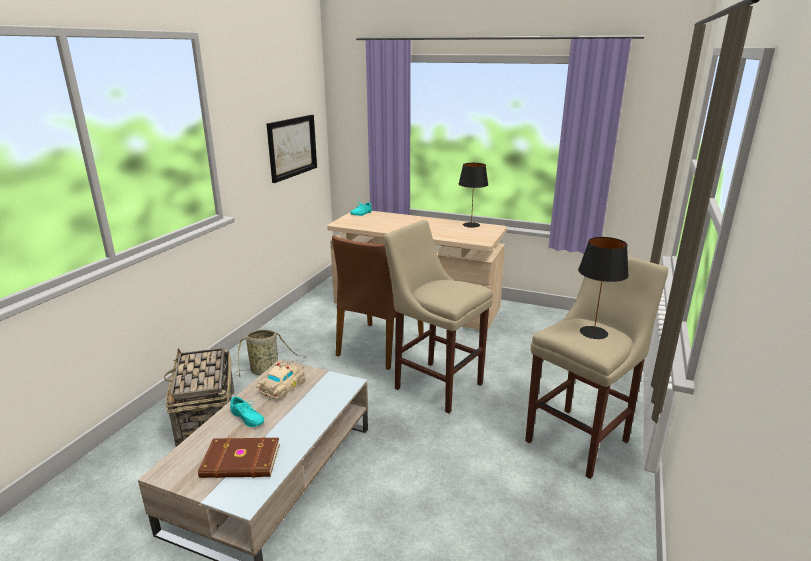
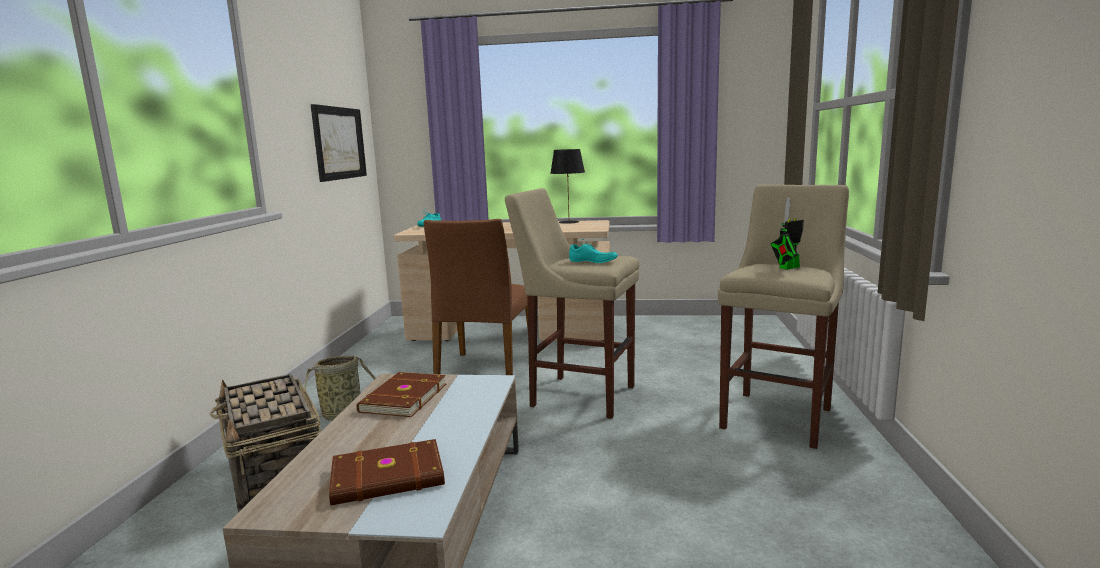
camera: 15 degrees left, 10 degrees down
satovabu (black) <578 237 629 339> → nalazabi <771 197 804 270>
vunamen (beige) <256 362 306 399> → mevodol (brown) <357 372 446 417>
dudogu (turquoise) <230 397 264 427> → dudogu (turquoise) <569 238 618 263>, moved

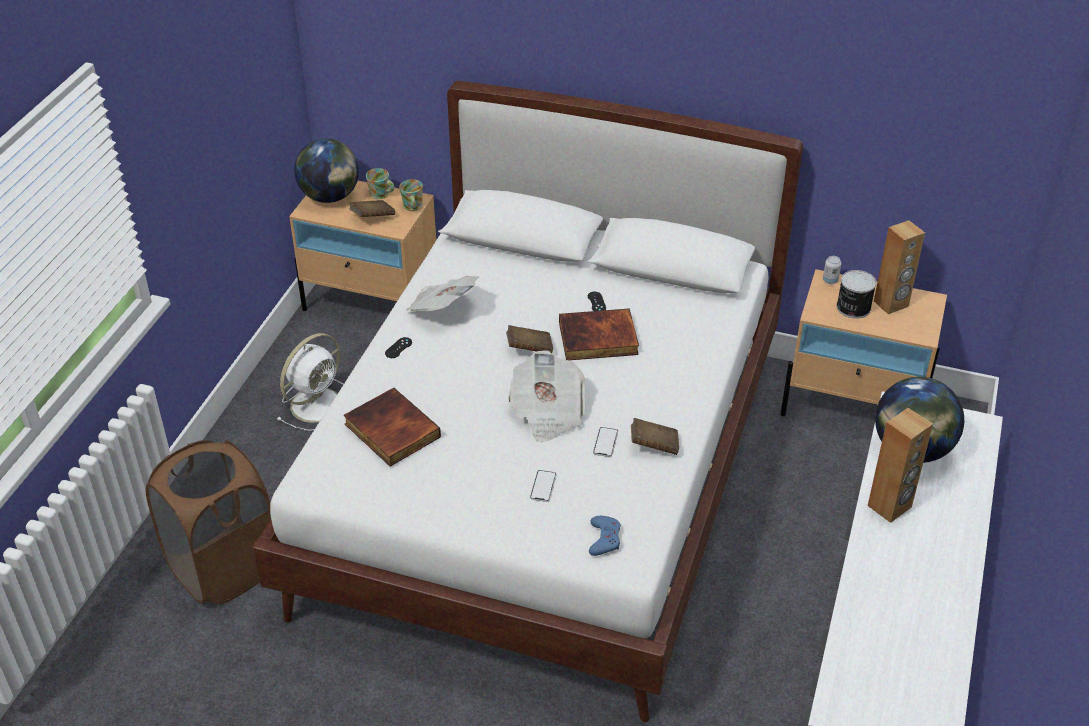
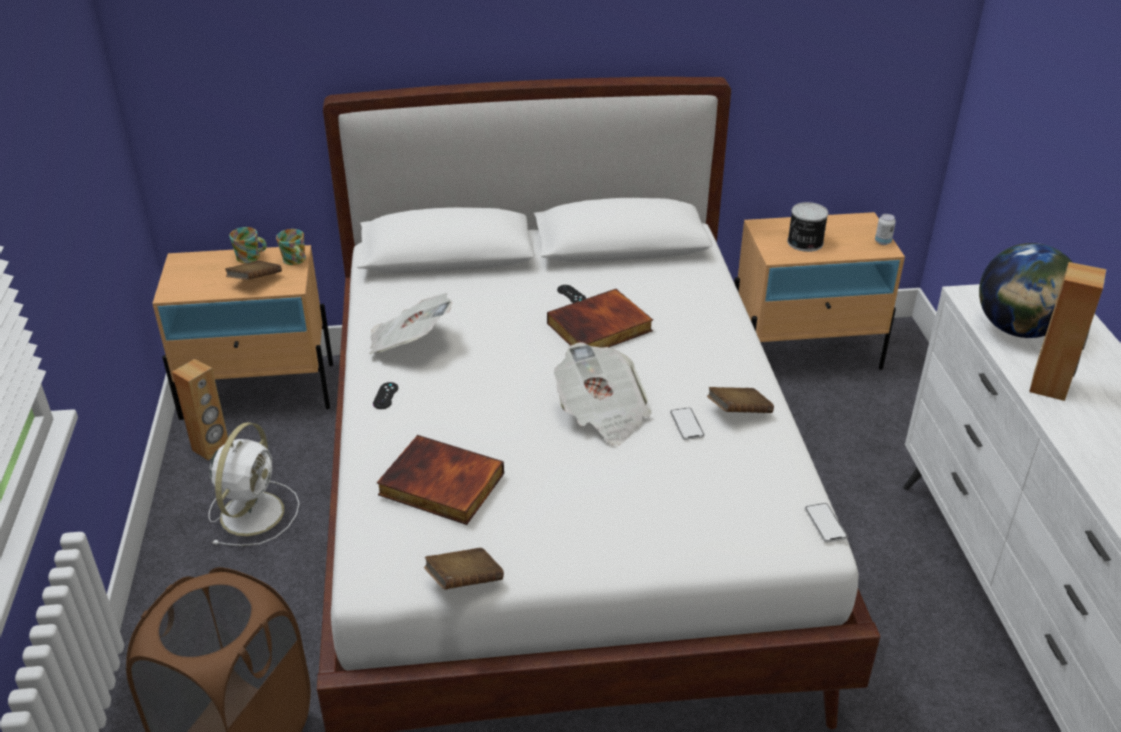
camera: 25 degrees left, 5 degrees down
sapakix <294 139 359 203> → -
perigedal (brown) <874 220 925 314> → perigedal (brown) <172 359 228 460>, moved
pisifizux <823 256 841 284> → pisifizux <875 214 896 245>, moved
mevodol (brown) <506 325 553 353> → mevodol (brown) <424 548 504 590>, moved
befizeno <530 470 557 502> → befizeno <805 503 848 543>, moved
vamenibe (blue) <589 516 621 556> → -

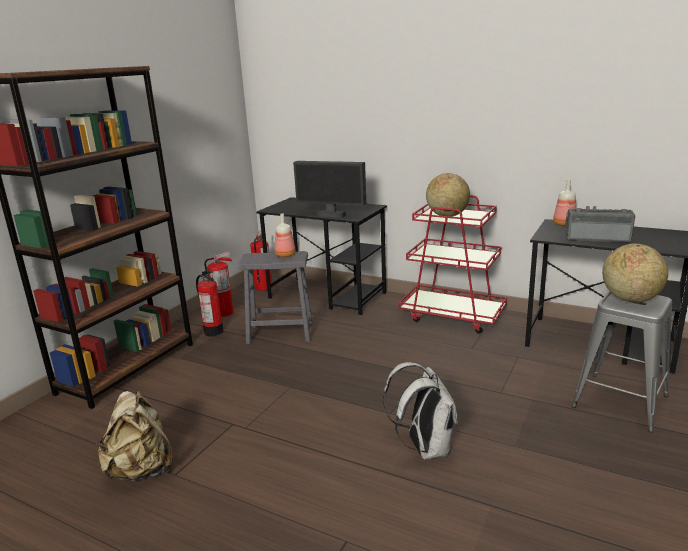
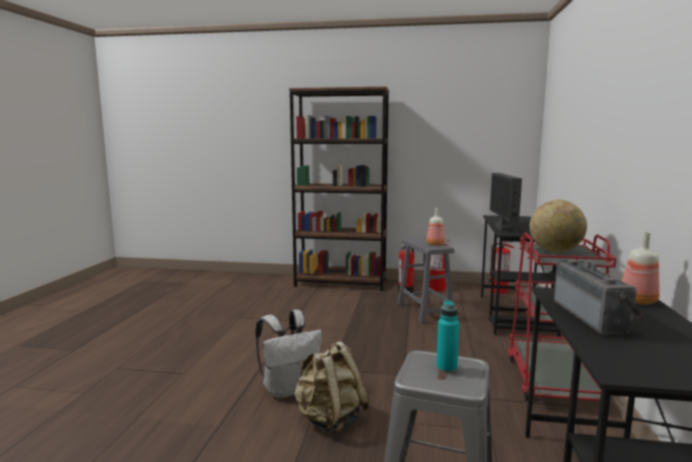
camera: 70 degrees right, 10 degrees down
sapakix <602 244 668 303> → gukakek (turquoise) <436 300 459 373>
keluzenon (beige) <96 391 173 481> → keluzenon (beige) <293 341 370 435>, moved

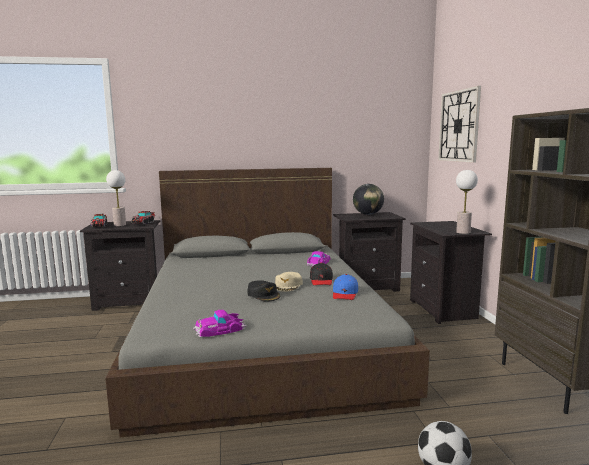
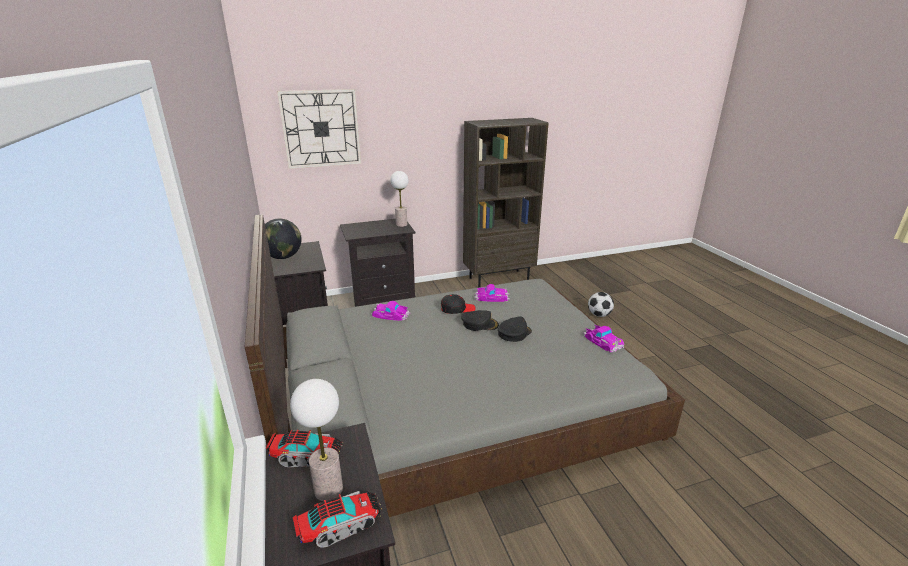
camera: 100 degrees left, 15 degrees up
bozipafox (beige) <275 272 303 292> → bozipafox (black) <461 310 499 331>
bozipafox (blue) <333 274 358 300> → vunamen <474 284 510 302>

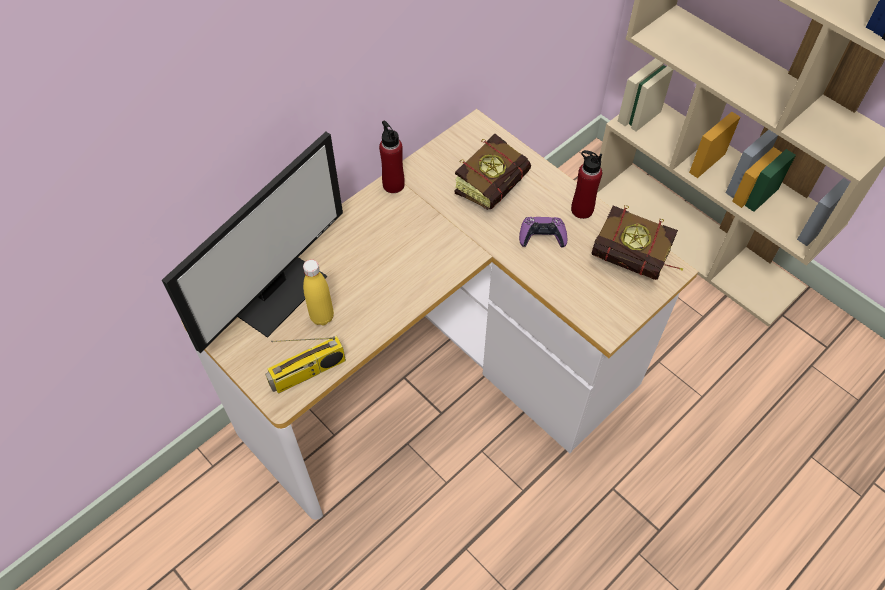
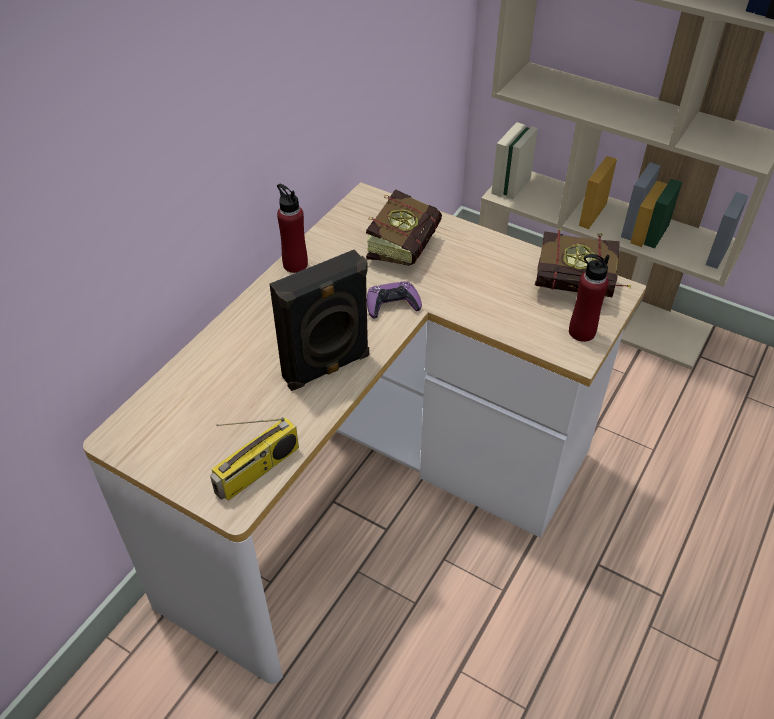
camera: 15 degrees left, 10 degrees down
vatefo <162 132 343 353> → -
gukakek (red) <571 150 602 219> → gukakek (red) <569 254 610 342>, moved
vamenibe (purple) <519 217 567 247> → vamenibe (purple) <367 281 422 318>, moved
gukakek (yellow) <303 259 334 326> → -
- → perigedal (black) <270 250 369 391>

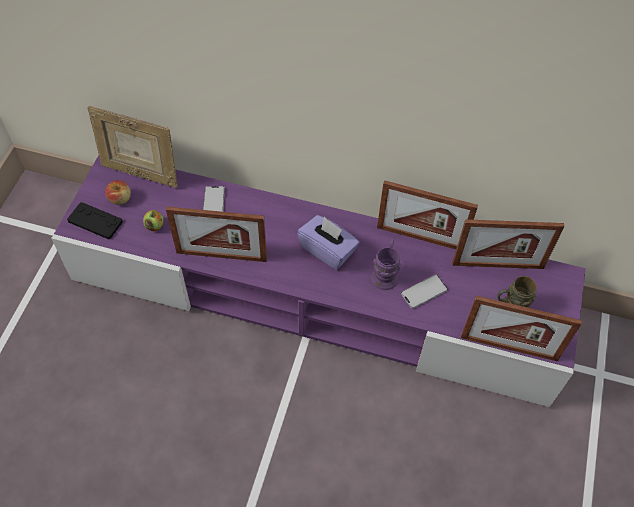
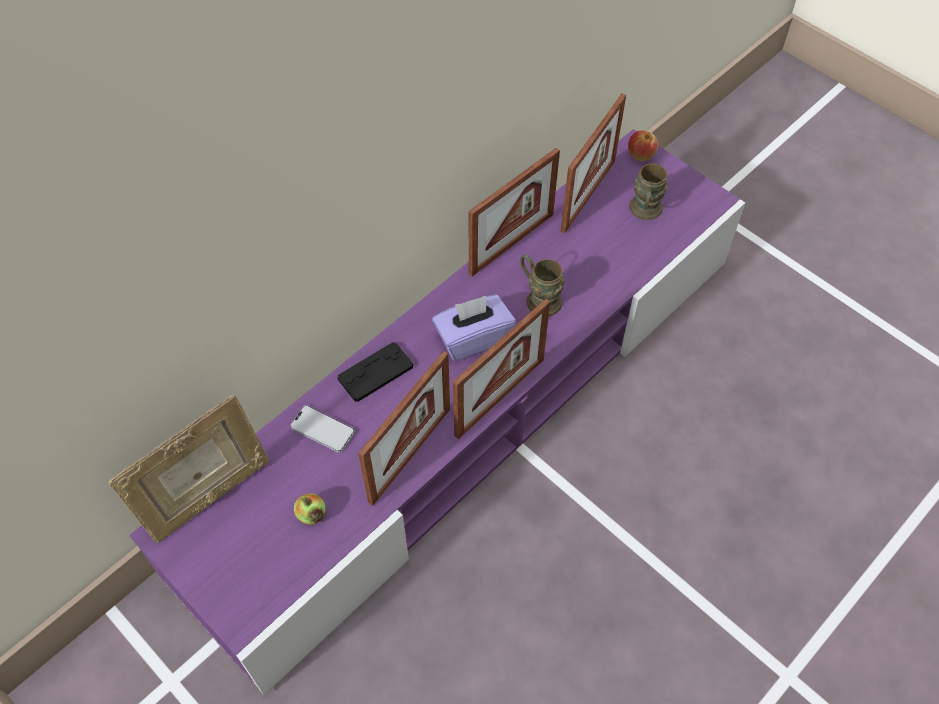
camera: 60 degrees left, 0 degrees up
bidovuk <105 180 131 205> → bidovuk <628 130 658 161>, moved
vamenibe (black) <67 202 123 239> → vamenibe (black) <337 342 413 402>, moved
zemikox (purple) <371 237 401 290> → zemikox (brown) <520 254 565 316>
befizeno <401 275 448 309> → -
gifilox <461 296 582 361> → gifilox <453 299 550 439>, moved

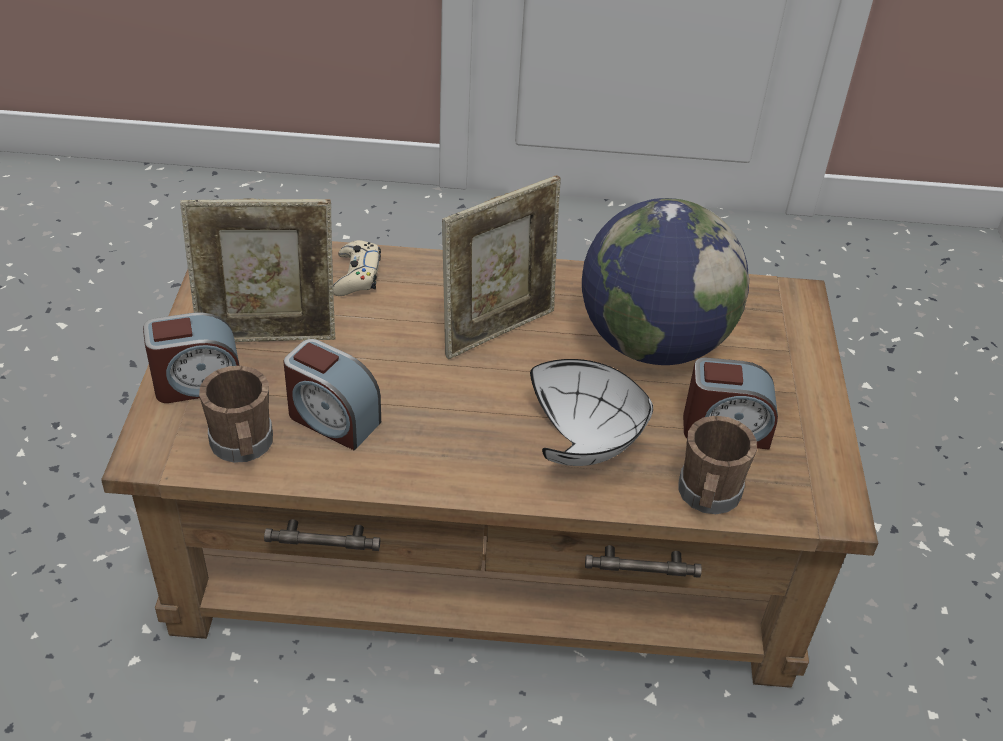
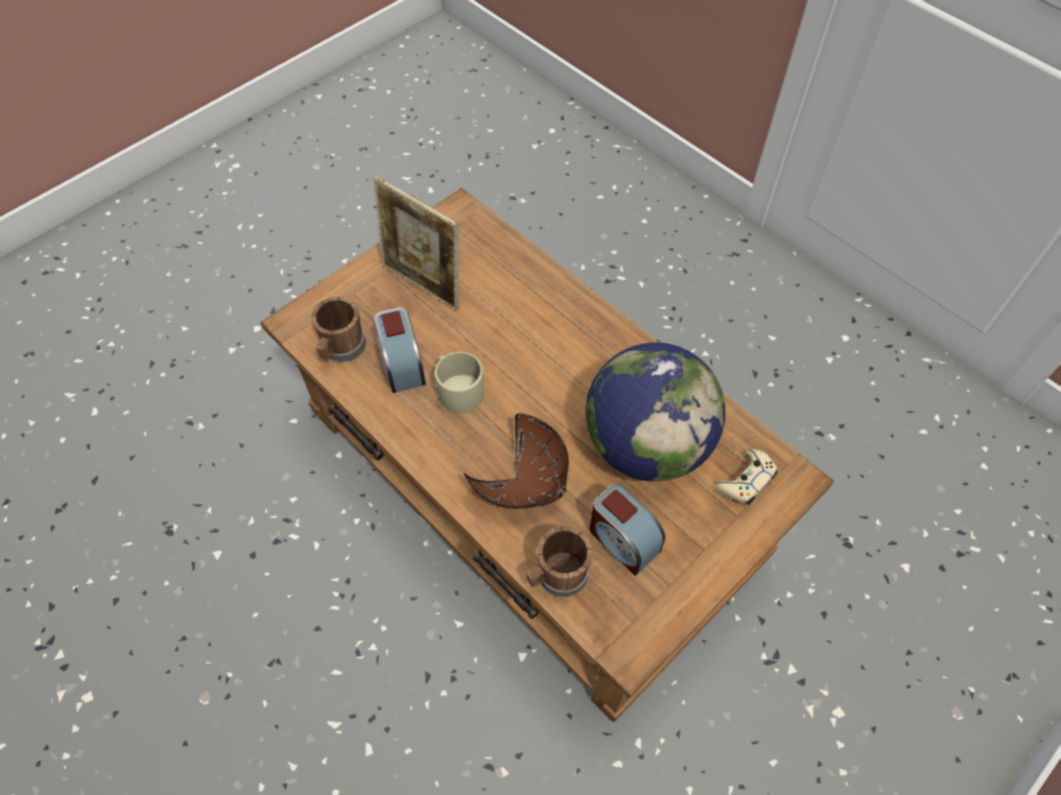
camera: 45 degrees right, 15 degrees up
gifilox <442 175 561 359> → -
vamenibe (beige) <333 240 381 296> → vamenibe (beige) <715 449 778 505>, moved
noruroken <143 312 239 403> → -
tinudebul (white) <530 359 653 466> → tinudebul (brown) <464 414 569 509>
- → zemikox (beige) <435 352 484 413>

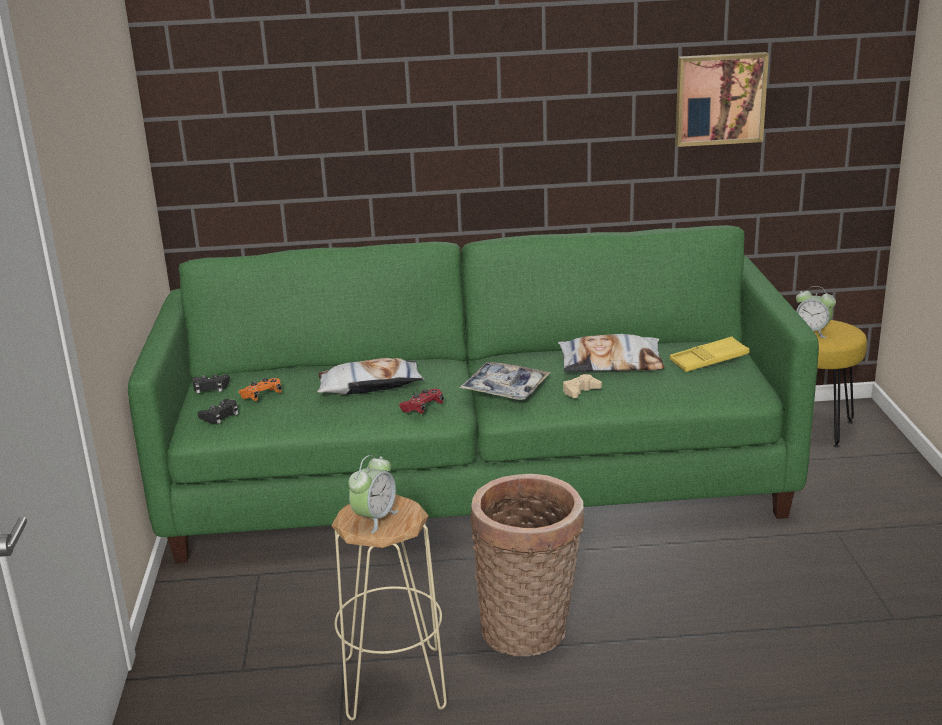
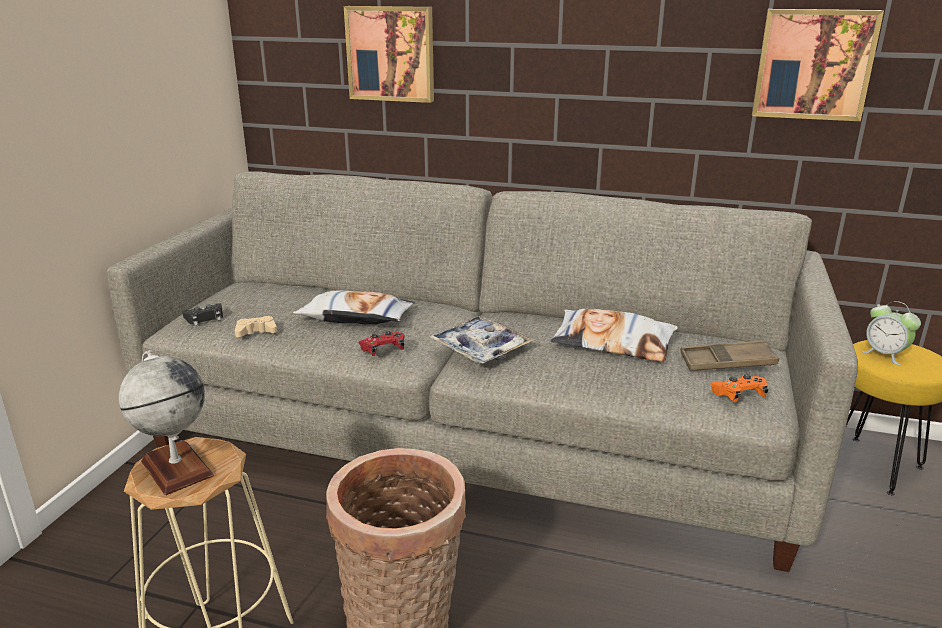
camera: 20 degrees right, 0 degrees up
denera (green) <128 225 819 563> → denera (grey) <107 171 858 572>
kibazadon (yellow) <670 337 749 372> → kibazadon (brown) <681 340 779 371>
vamenibe (black) <192 374 230 393> → -
vamenibe (beige) <563 374 602 398> → vamenibe (beige) <235 316 277 337>, moved
vamenibe (orange) <239 378 282 401> → vamenibe (orange) <710 374 768 402>, moved
noruroken <348 455 399 533> → sapakix <119 350 214 495>
- → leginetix <344 6 434 103>

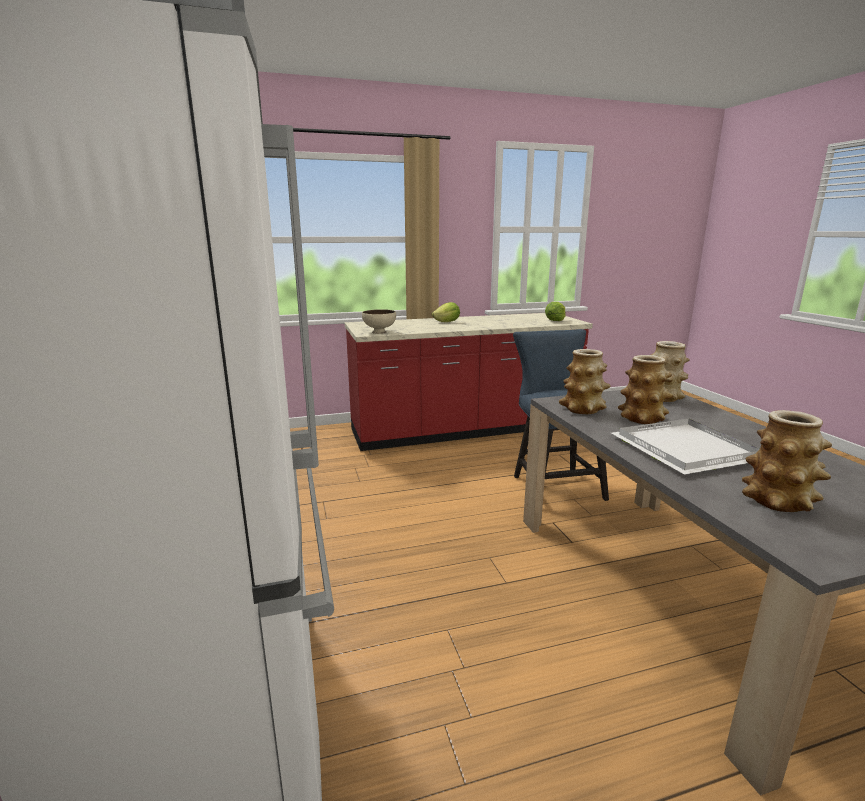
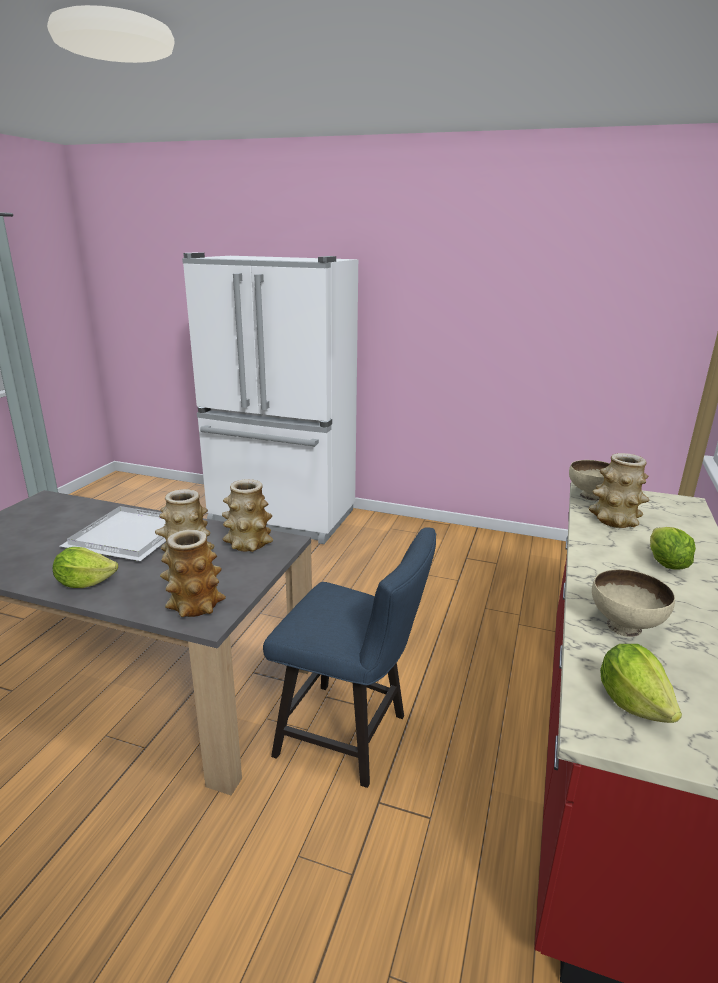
camera: 125 degrees right, 5 degrees up
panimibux <742 410 832 512> → panimibux <588 453 649 528>, moved
- → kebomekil <53 547 118 588>
- → tinudebul (beige) <592 569 675 637>

